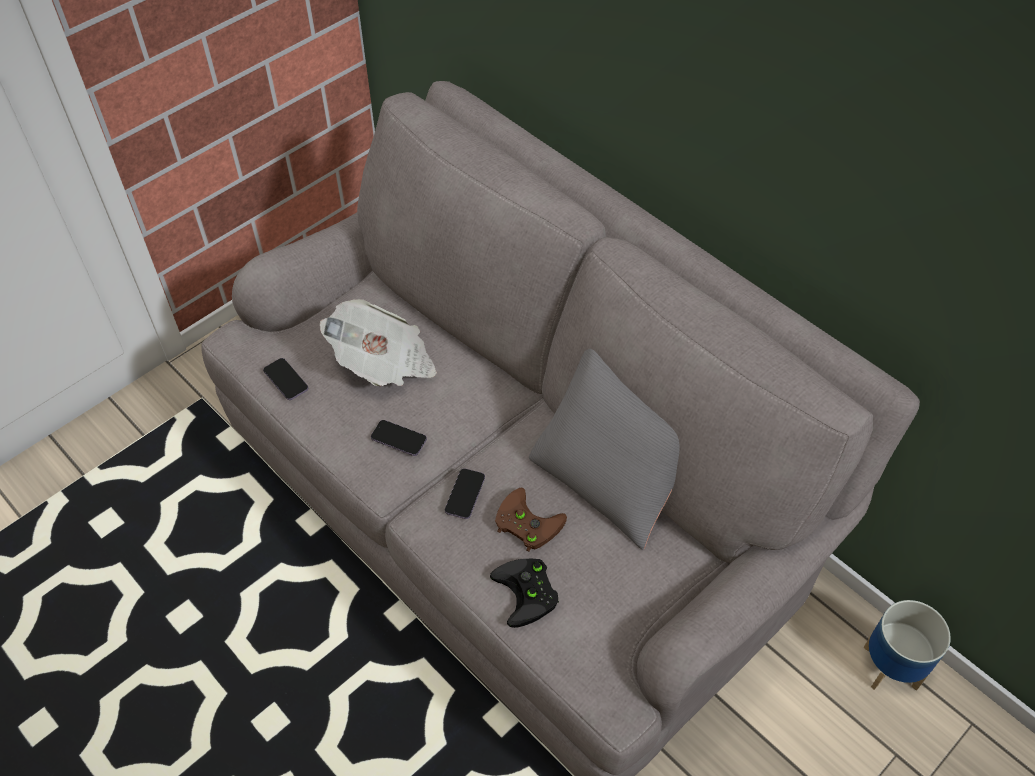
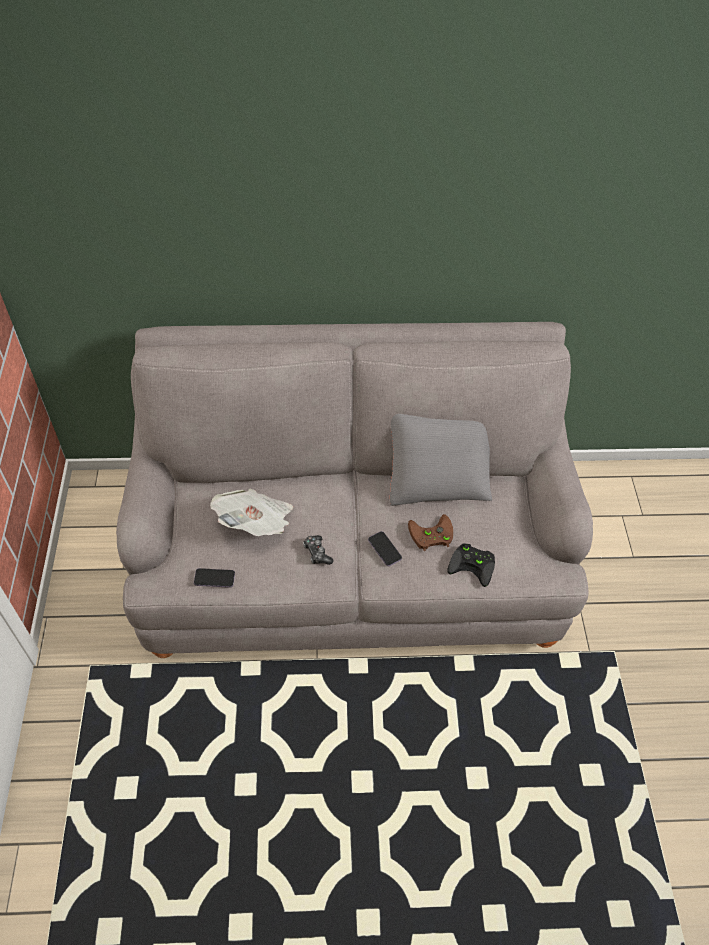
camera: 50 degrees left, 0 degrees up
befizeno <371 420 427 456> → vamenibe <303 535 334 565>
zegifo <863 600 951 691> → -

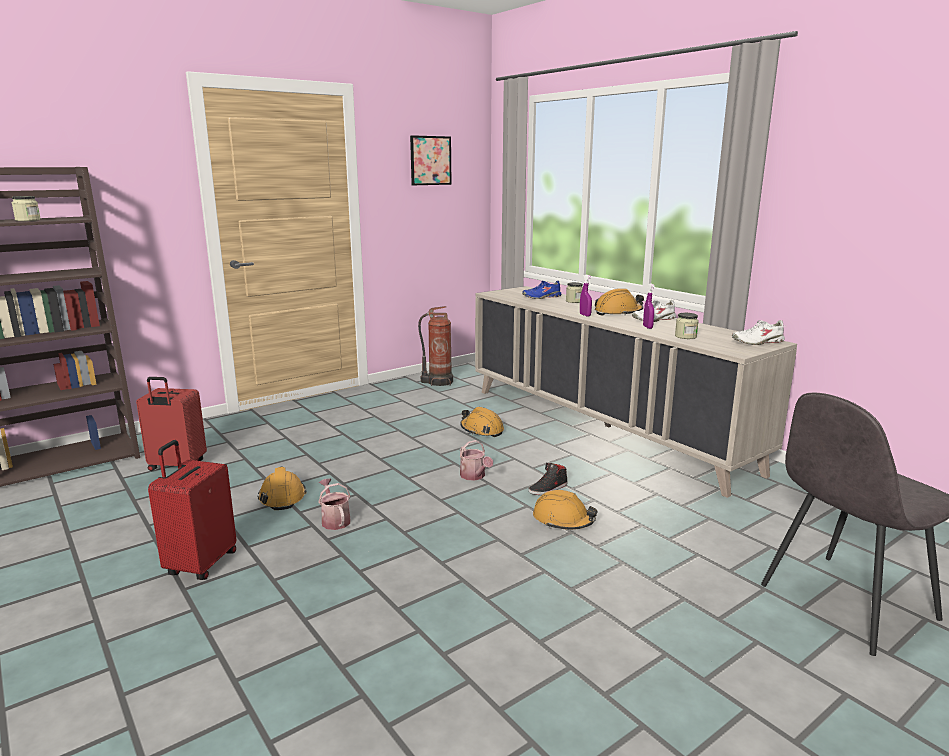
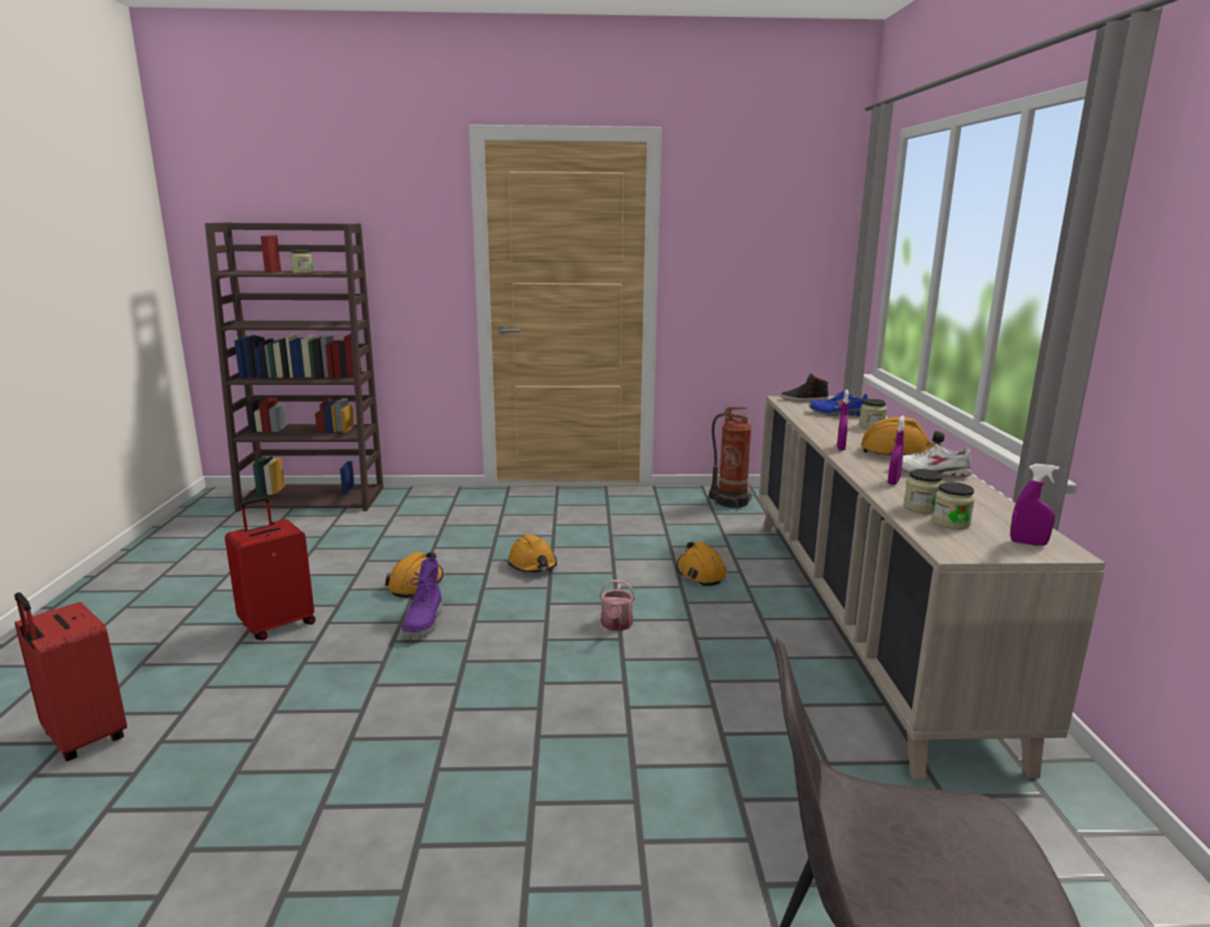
camera: 35 degrees right, 0 degrees up
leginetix <410 135 452 185> → -
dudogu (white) <732 320 785 345> → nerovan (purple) <1010 464 1059 546>
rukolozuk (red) <136 377 207 471> → rukolozuk (red) <15 592 127 761>, moved
dudogu (black) <528 463 567 495> → dudogu (black) <780 374 829 402>, moved
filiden <318 478 351 530> → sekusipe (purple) <402 557 442 639>
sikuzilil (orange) <533 490 598 530> → sikuzilil (orange) <508 535 557 572>, moved
- → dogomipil <932 482 975 529>

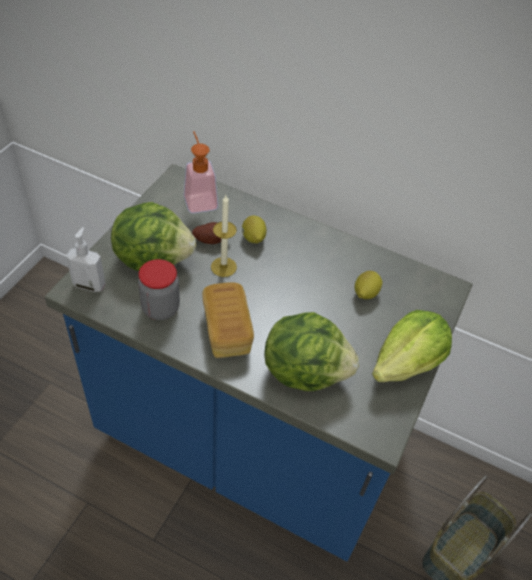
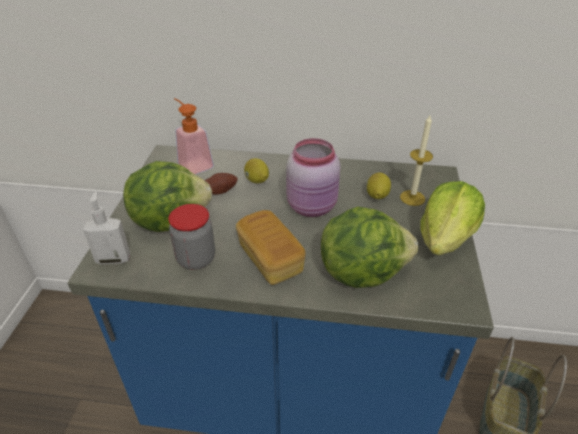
camera: 15 degrees left, 10 degrees down
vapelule <211 195 237 277> → vapelule <400 115 433 206>, moved
- → dogomipil (pink) <286 138 340 217>

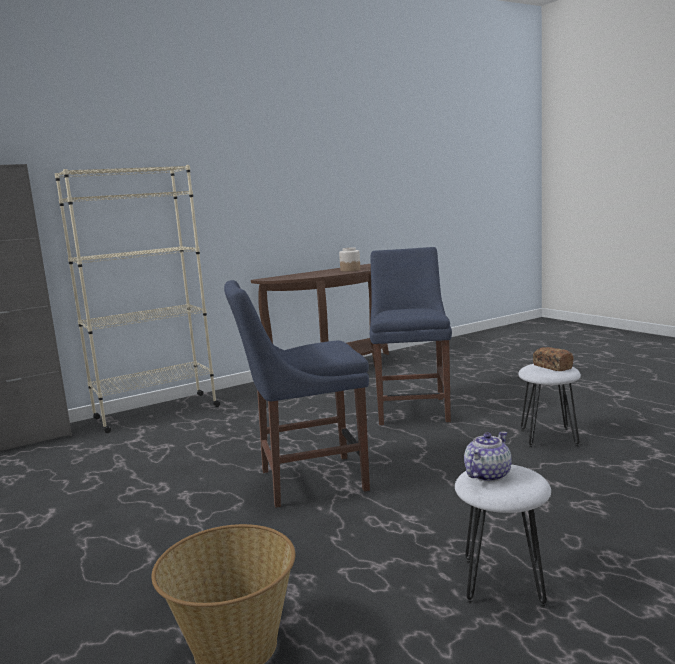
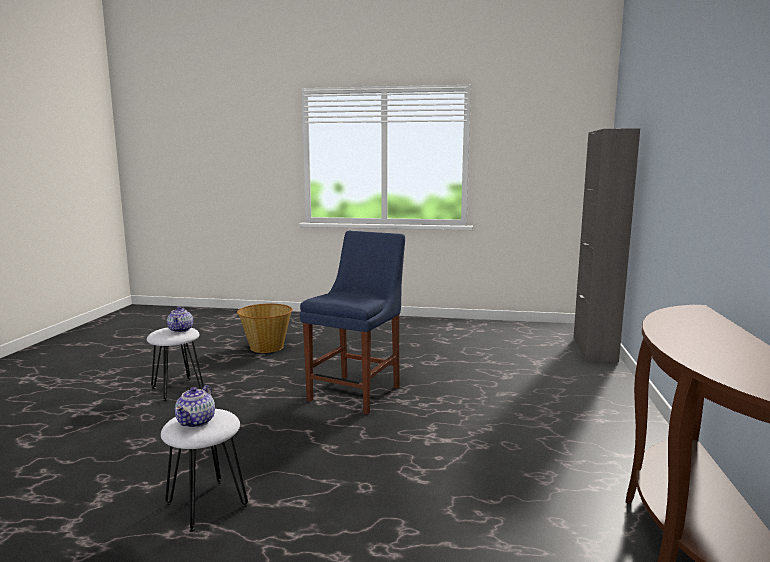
camera: 130 degrees right, 0 degrees up
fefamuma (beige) <55 165 220 433> → -
dogomipil <339 247 360 271> → -
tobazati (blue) <370 247 452 425> → -
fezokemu <533 347 574 371> → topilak <175 385 215 428>

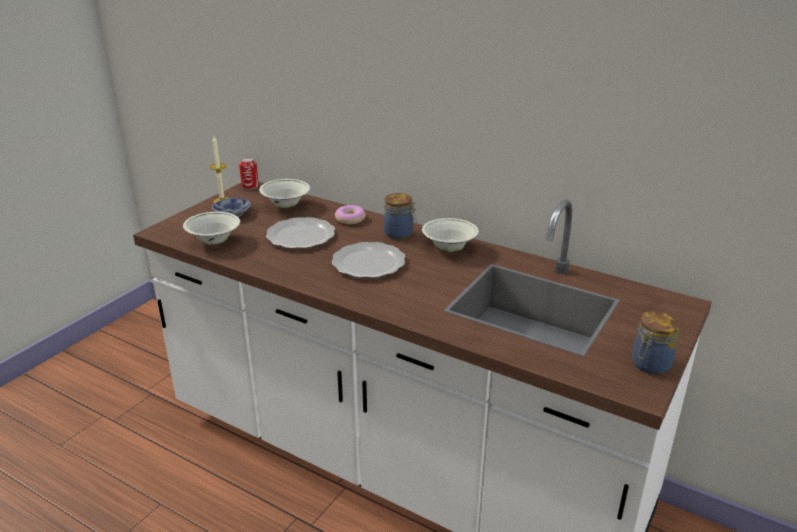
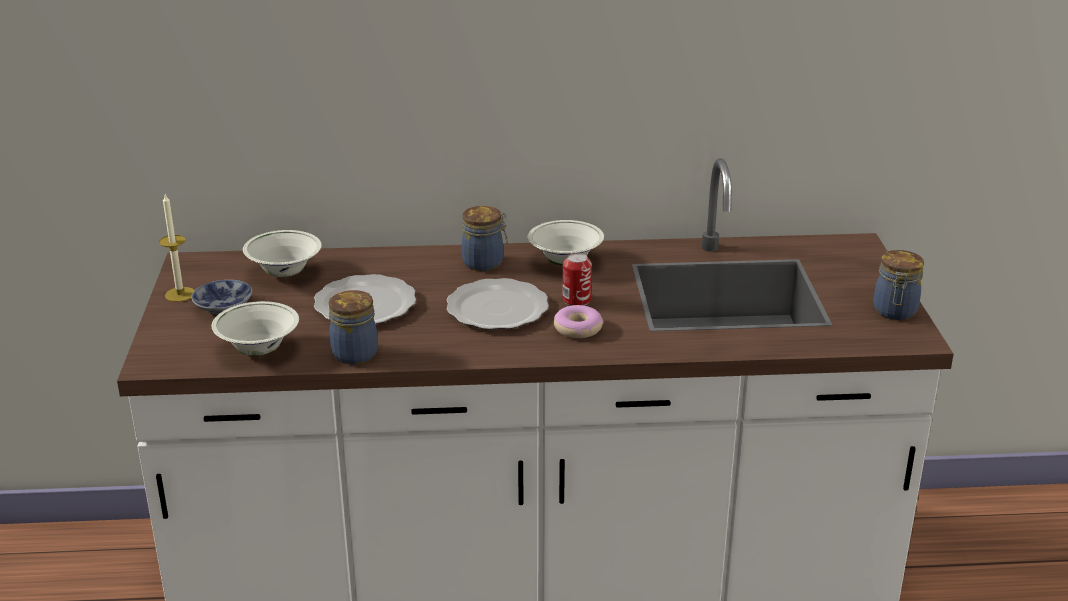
camera: 35 degrees left, 0 degrees up
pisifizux <239 158 259 189> → pisifizux <562 253 592 306>, moved
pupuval <335 205 366 224> → pupuval <554 305 604 338>, moved
- → dogomipil <329 290 378 364>

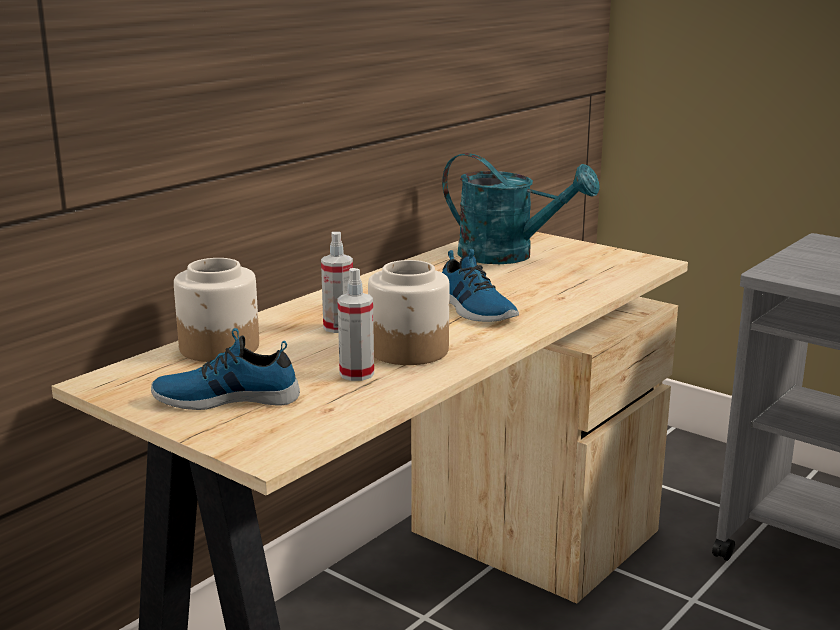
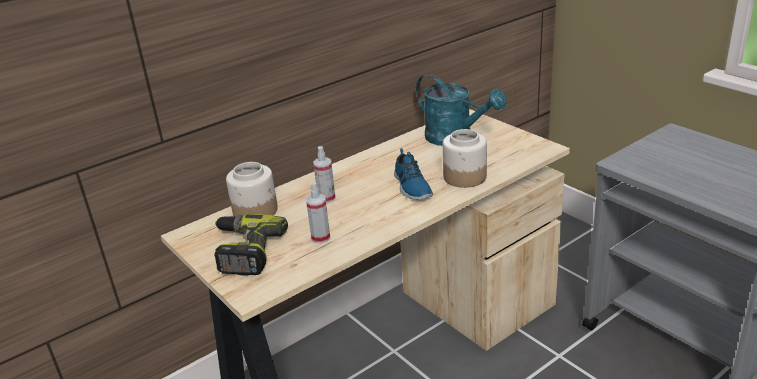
camera: 15 degrees right, 10 degrees up
dogomipil <368 260 449 365> → dogomipil <443 129 487 188>, moved
dudogu <151 328 300 410> → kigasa <214 214 288 276>

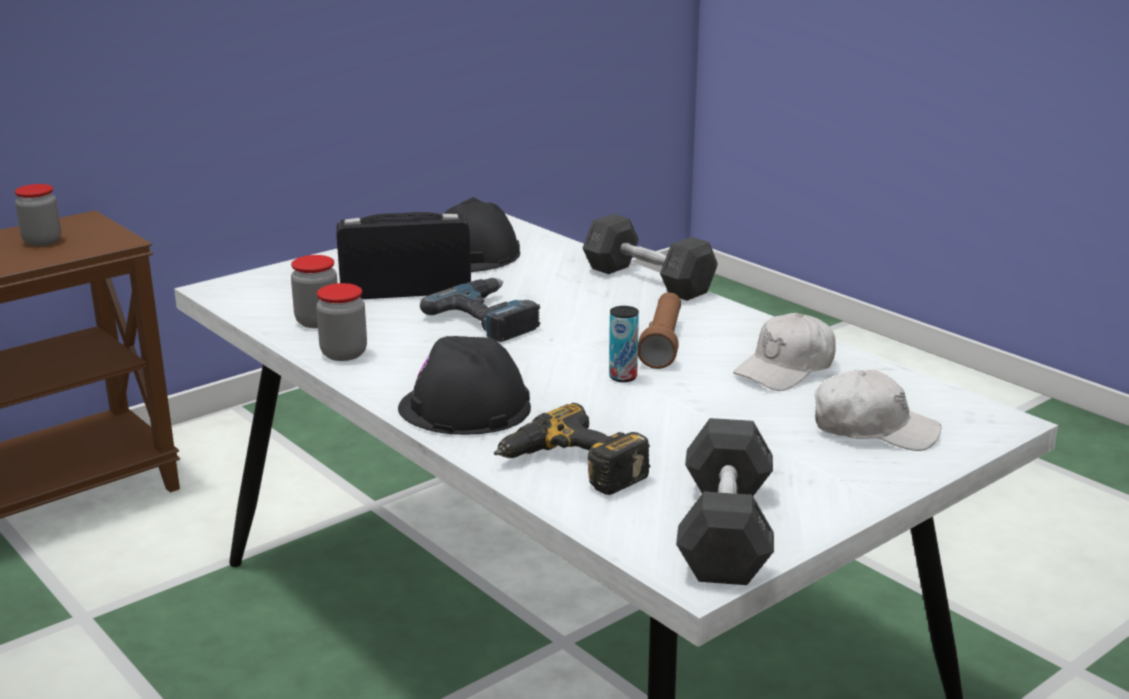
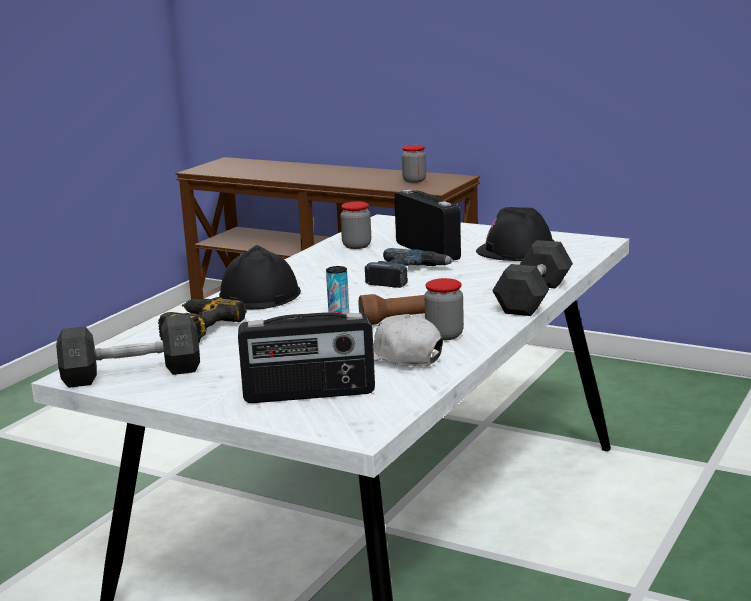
camera: 70 degrees right, 5 degrees down
dogomipil <316 283 367 361> → dogomipil <424 278 464 341>, moved
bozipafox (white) <815 370 941 451> → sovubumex <238 312 375 403>

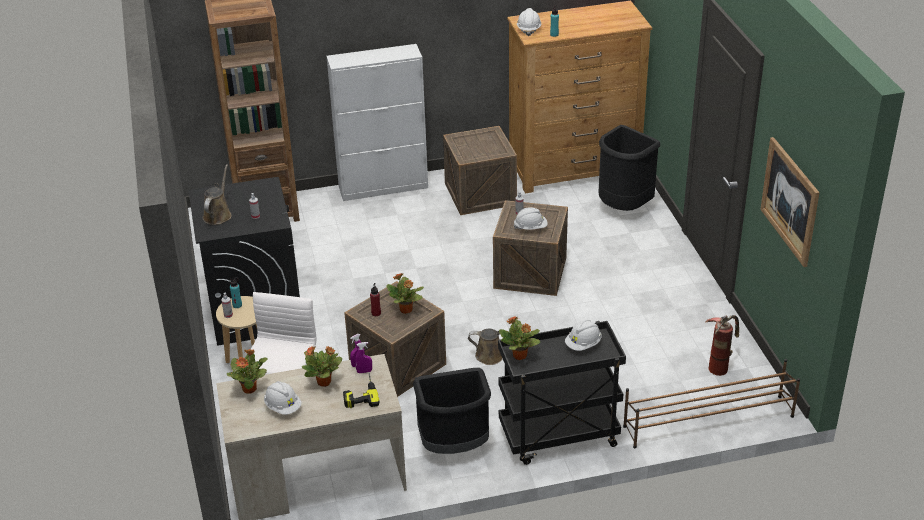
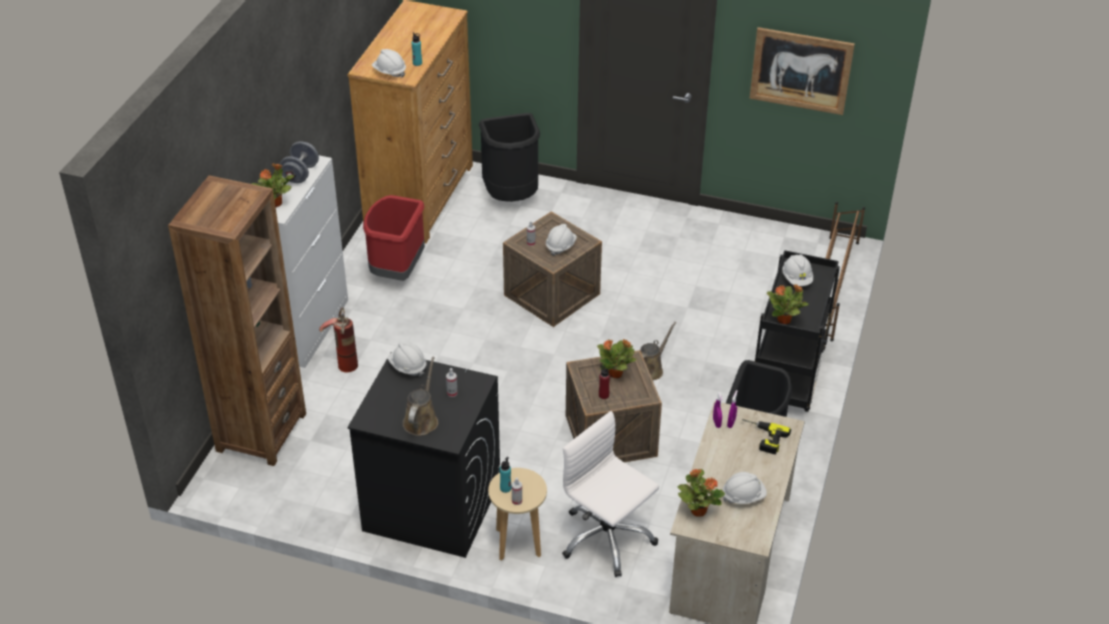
camera: 60 degrees left, 5 degrees up
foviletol <443 126 517 215> → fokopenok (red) <363 195 425 281>
filiden (brown) <203 164 232 225> → filiden (brown) <403 357 438 436>, 60 degrees clockwise
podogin <706 315 739 376> → podogin <319 307 358 372>, moved
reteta <302 346 342 387> → reteta <252 164 294 207>, moved
- → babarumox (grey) <279 141 319 183>
- → sikuzilil (white) <388 342 427 377>

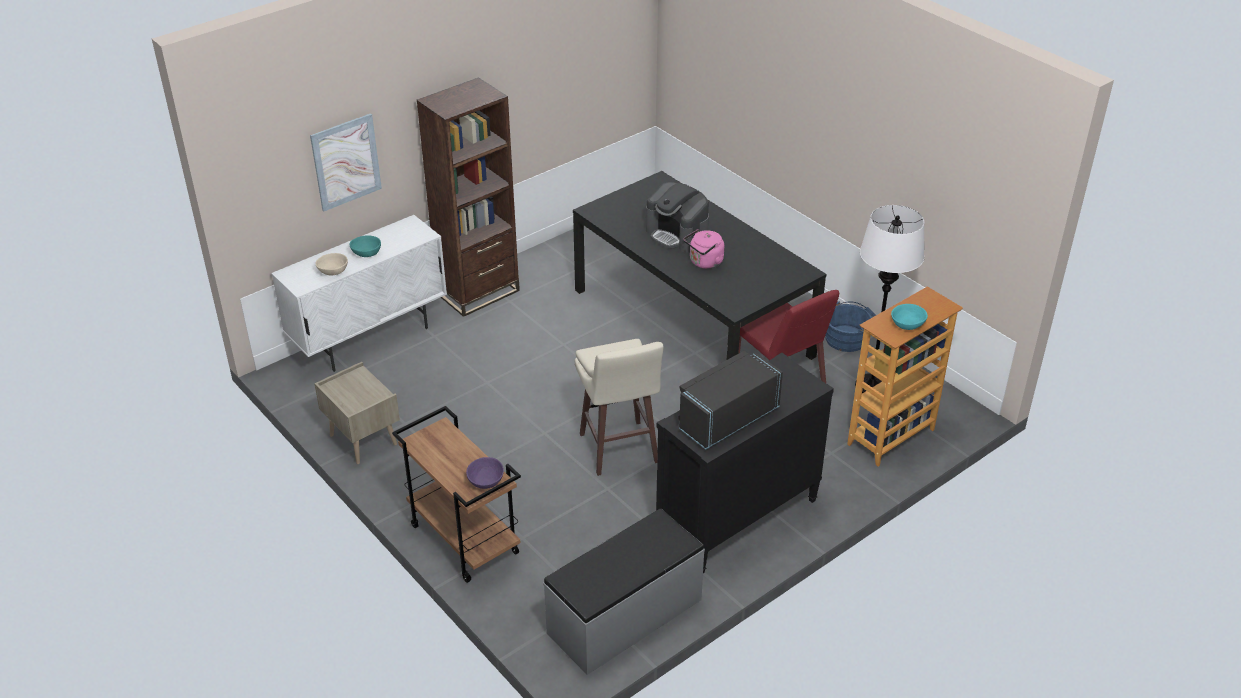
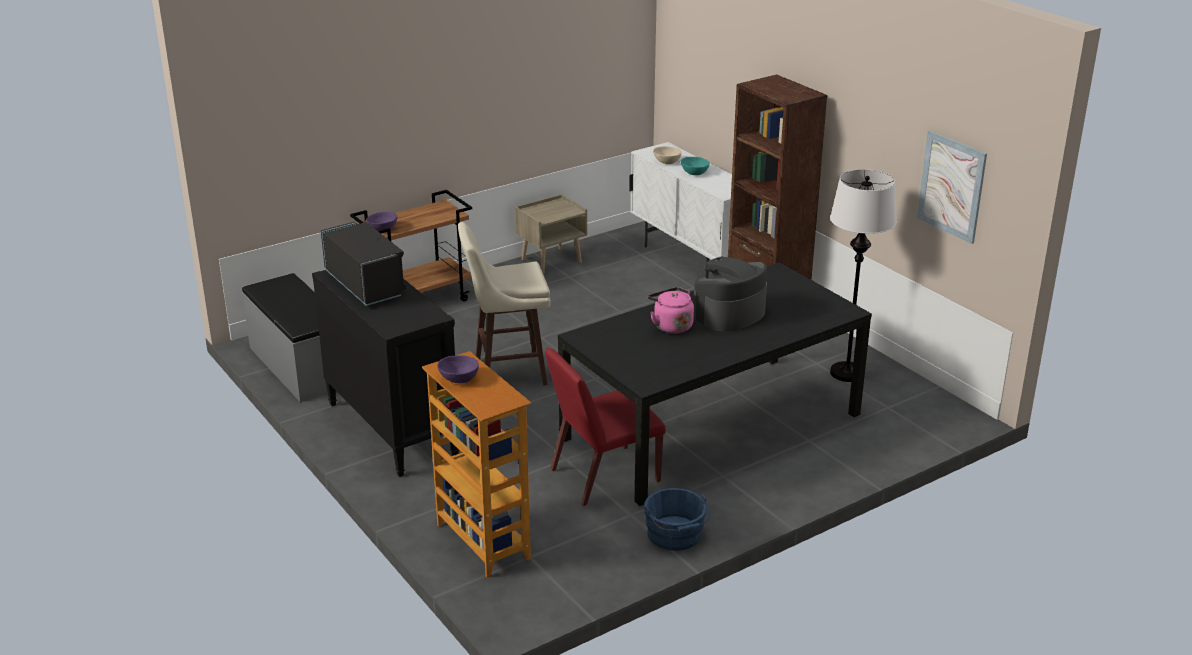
camera: 95 degrees right, 10 degrees down
leginetix <310 113 382 211> → leginetix <917 131 987 244>, moved
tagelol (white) <855 205 924 393> → tagelol (white) <830 169 897 382>, moved
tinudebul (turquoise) <891 304 928 330> → tinudebul (purple) <437 355 479 383>

